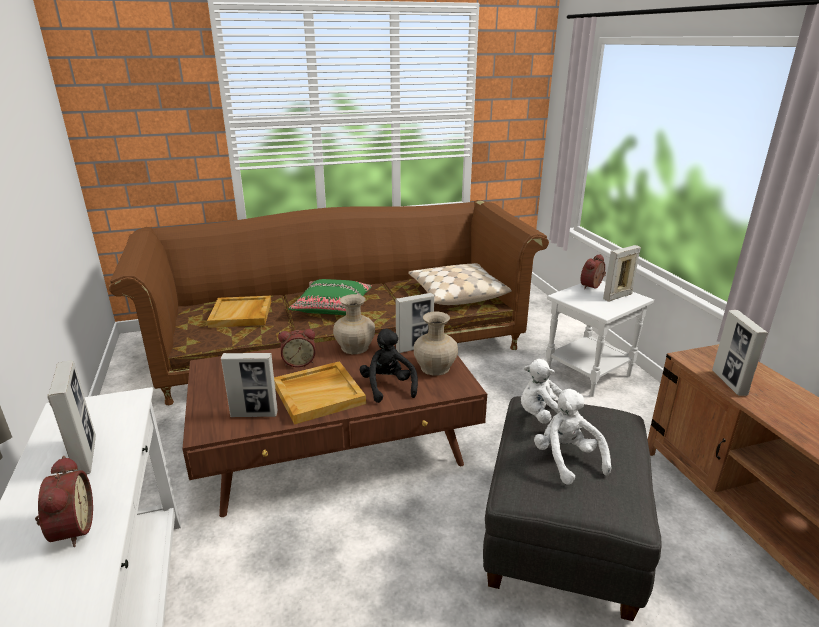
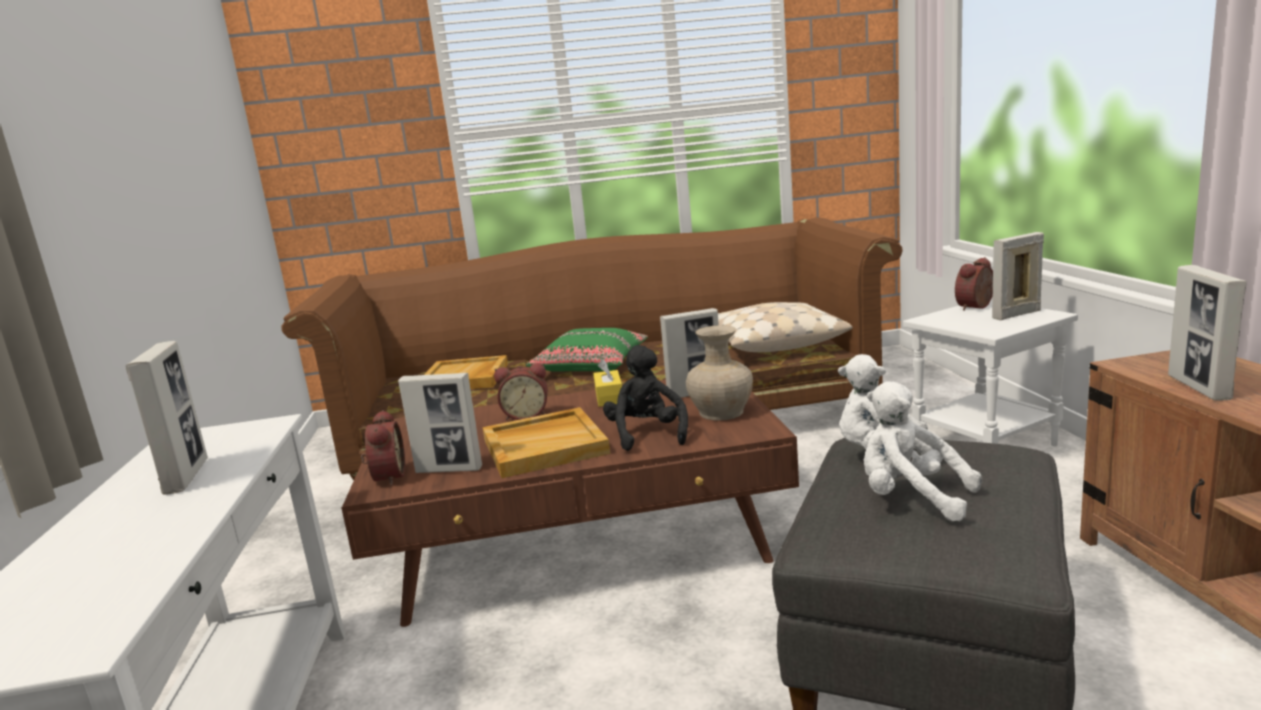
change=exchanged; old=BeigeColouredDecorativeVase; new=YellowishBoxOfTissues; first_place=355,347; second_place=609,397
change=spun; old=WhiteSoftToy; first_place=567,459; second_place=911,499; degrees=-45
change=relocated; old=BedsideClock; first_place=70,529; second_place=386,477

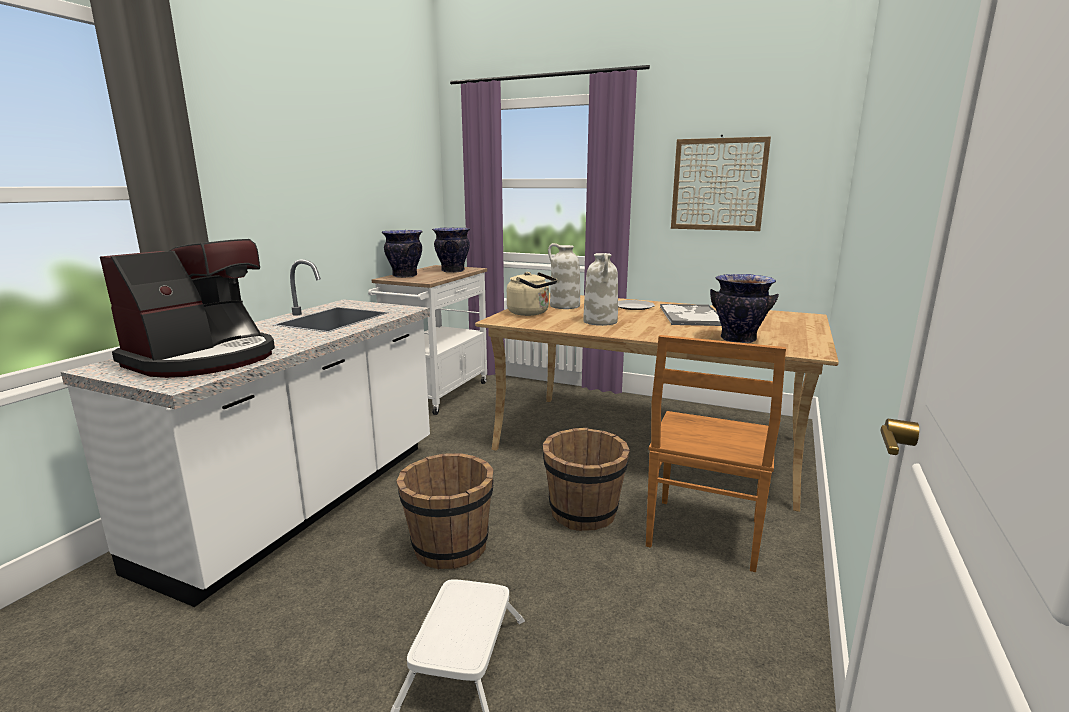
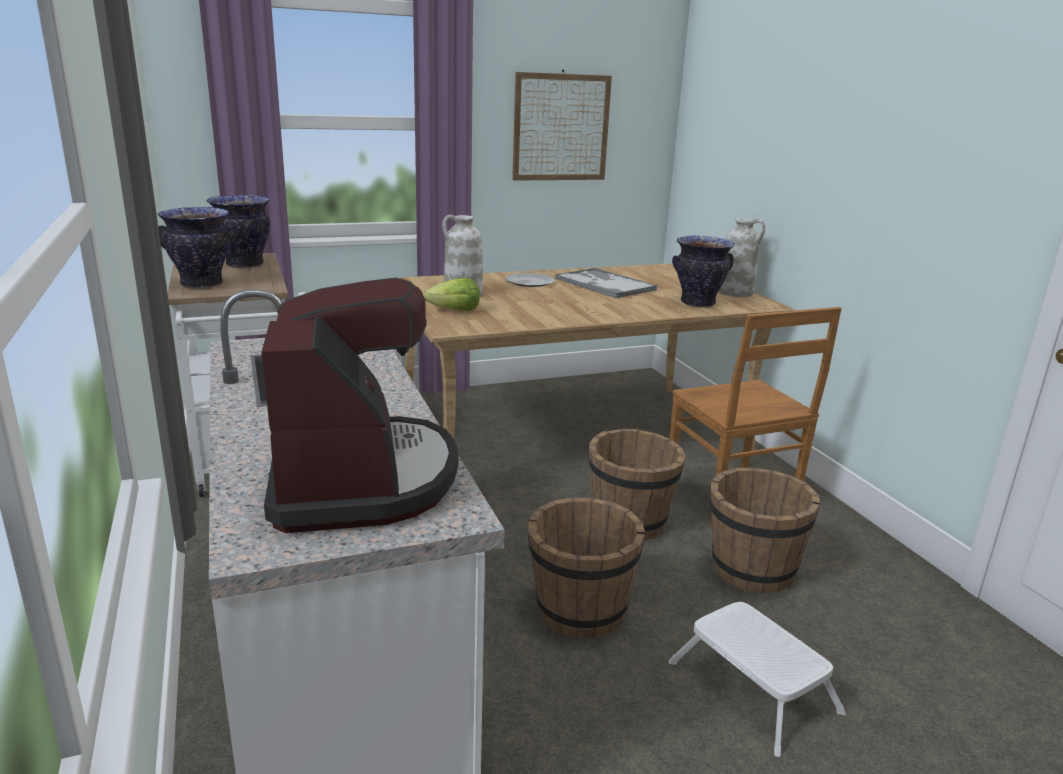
change=relocated; old=WhiteDecorativeVase; first_place=600,322; second_place=736,292
change=exchanged; old=BeigeColouredTeaKettle; new=LettuceHead; first_place=531,313; second_place=455,311
change=appeared; new=BrownColouredPail; second_place=751,570

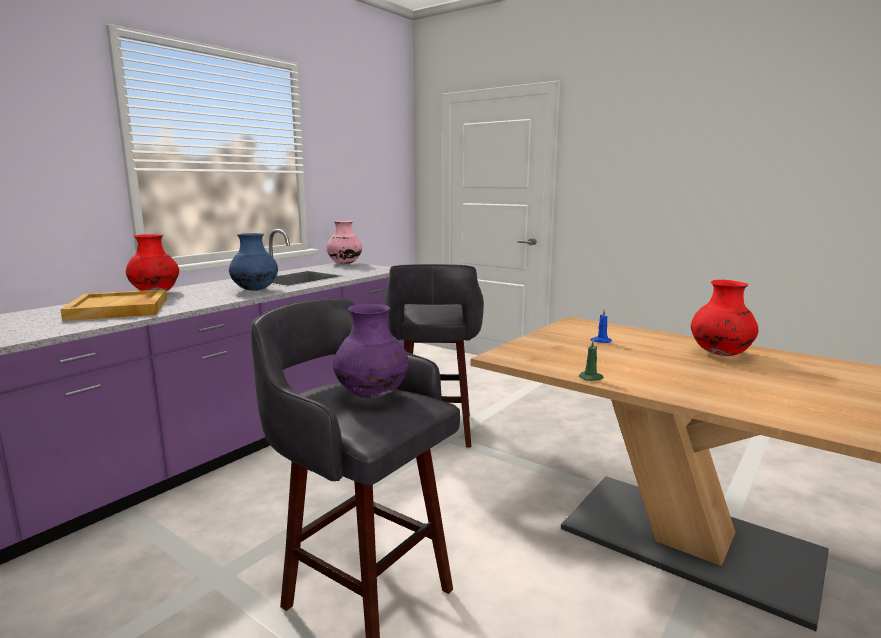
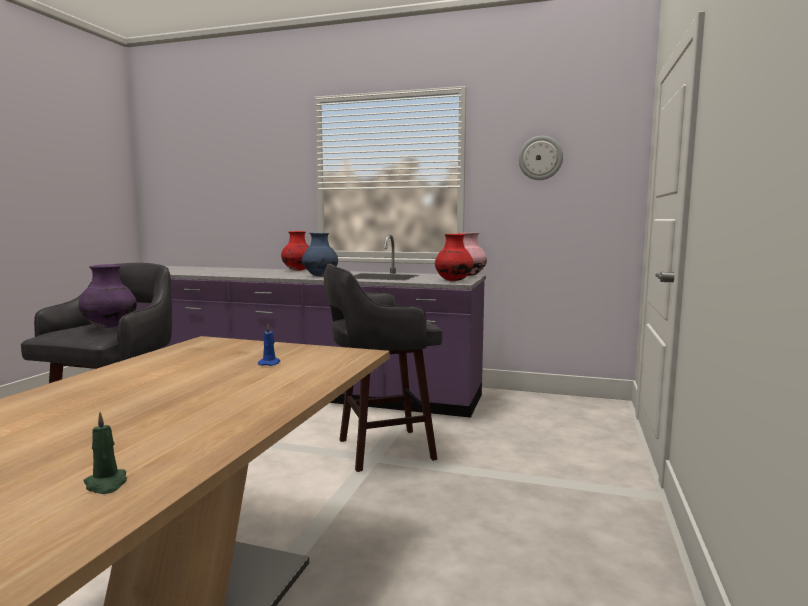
change=relocated; old=ReddishDecorativeVase; first_place=720,354; second_place=453,281
change=missing; old=BeigeColouredServingTray; first_place=119,309
change=relocated; old=GreenColouredWaxCandle; first_place=591,378; second_place=106,484
change=appeared; new=WallClock; second_place=540,158

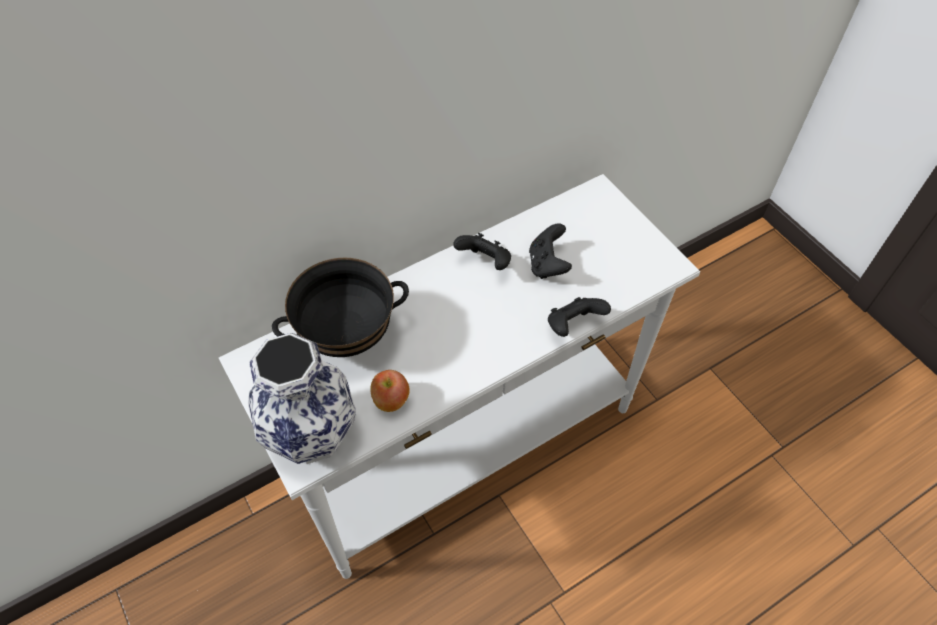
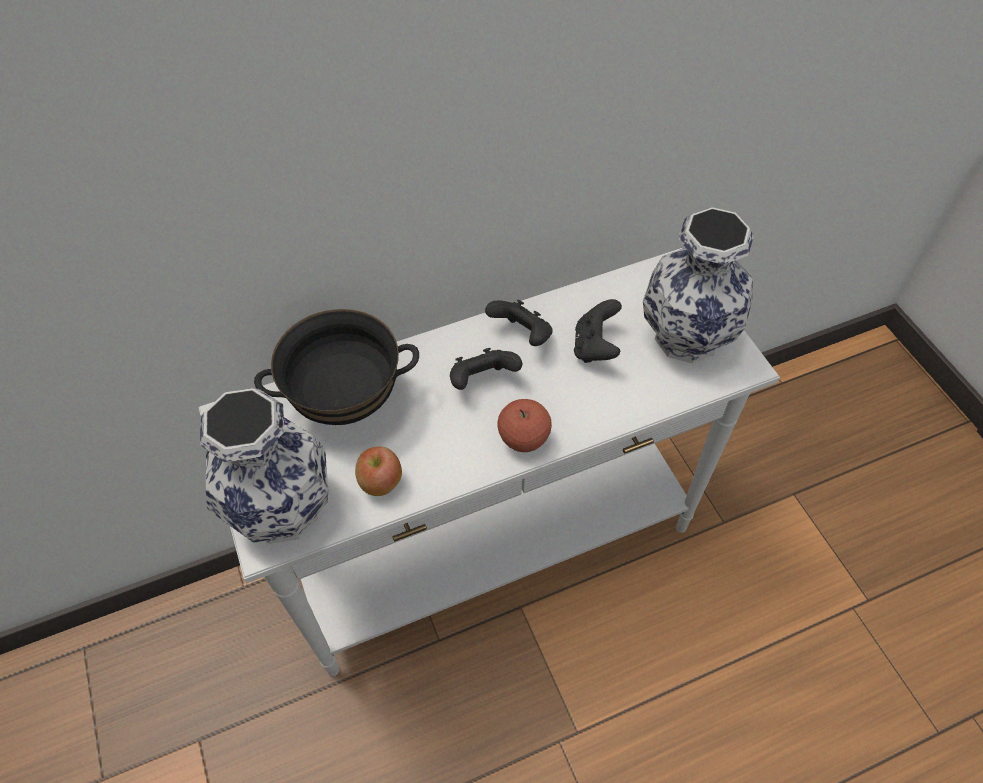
change=relocated; old=BlackishJoypad; first_place=573,326; second_place=482,381
change=appeared; new=DecorativeVase; second_place=688,336
change=appeared; new=AppleFruit; second_place=523,439

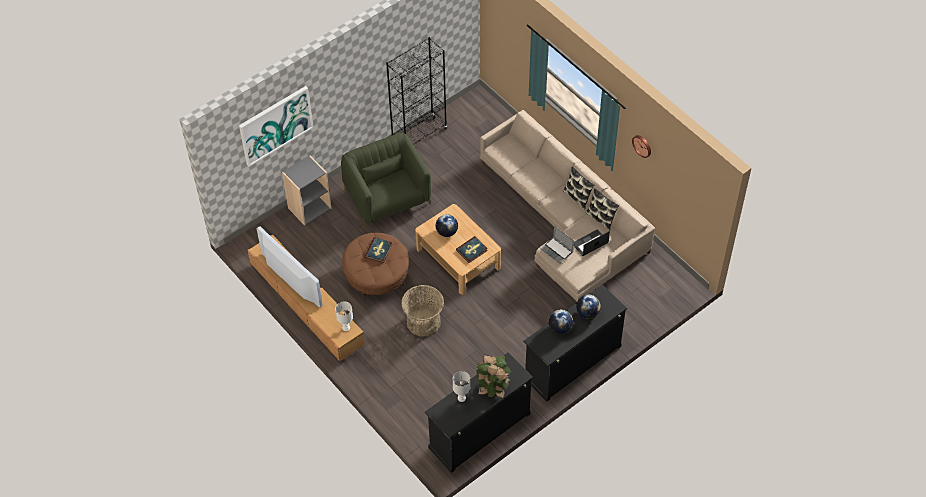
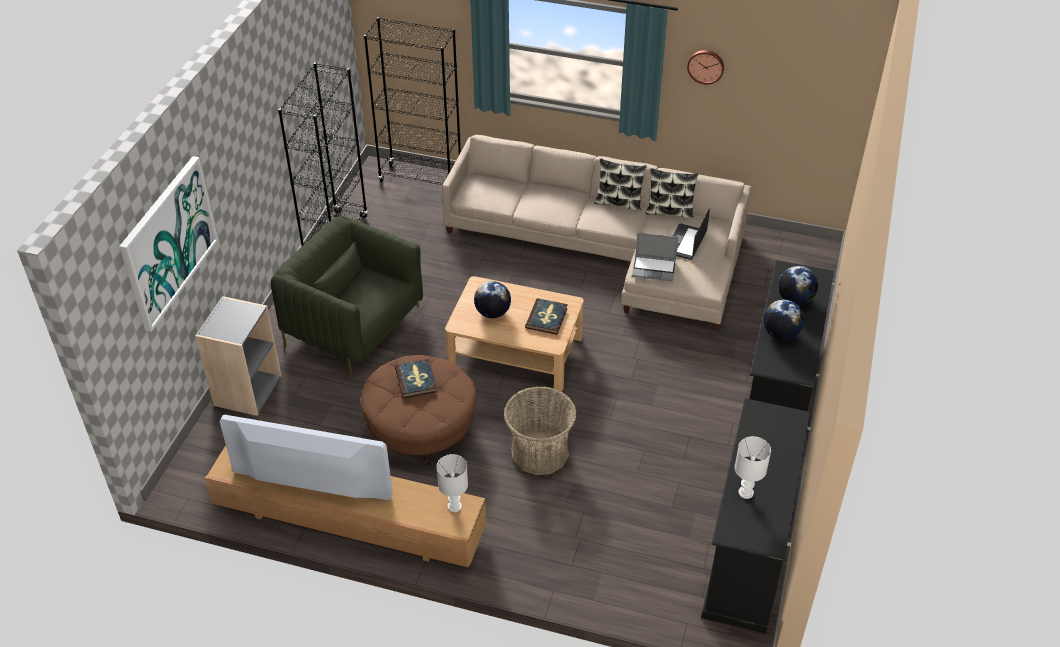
change=missing; old=PottedPlant; first_place=493,388
change=appeared; new=BlackishShelvingUnit; second_place=421,180

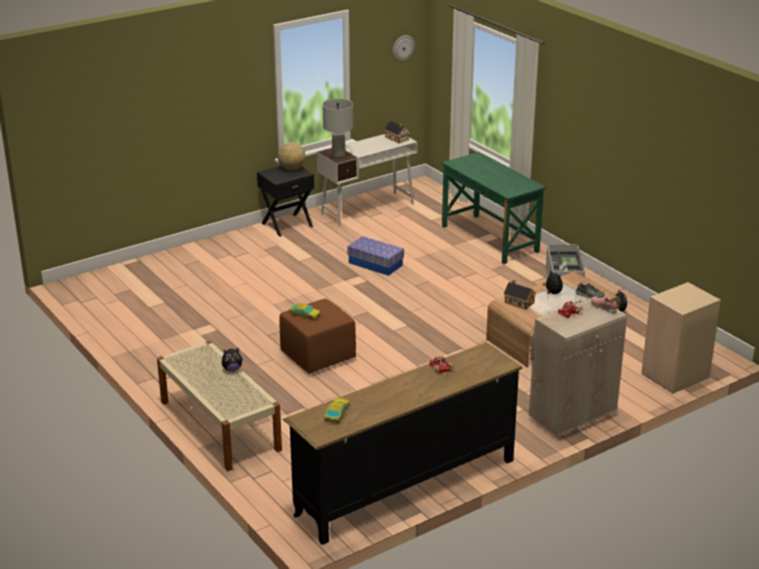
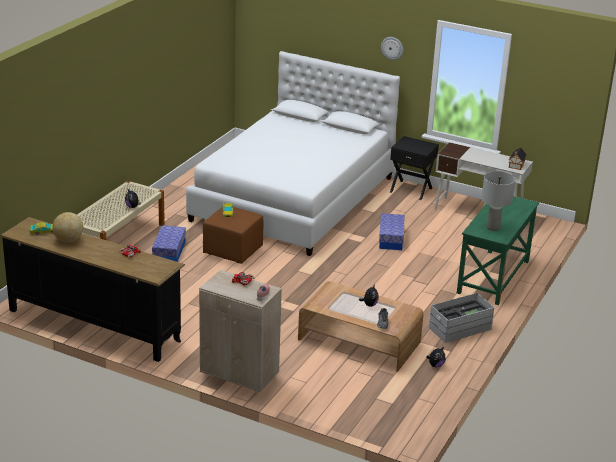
change=relocated; old=WallClock; first_place=403,48; second_place=392,48
change=relocated; old=GreyTabletopLamp; first_place=338,156; second_place=493,228
change=relocated; old=WorldGlobe; first_place=292,168; second_place=68,240
change=missing; old=ModelHouse; first_place=518,302
change=missing; old=BeigeColouredShelvingUnit; first_place=675,376
change=appeared; new=WhiteBed; second_place=294,199
change=appeared; new=StorageBin; second_place=169,252

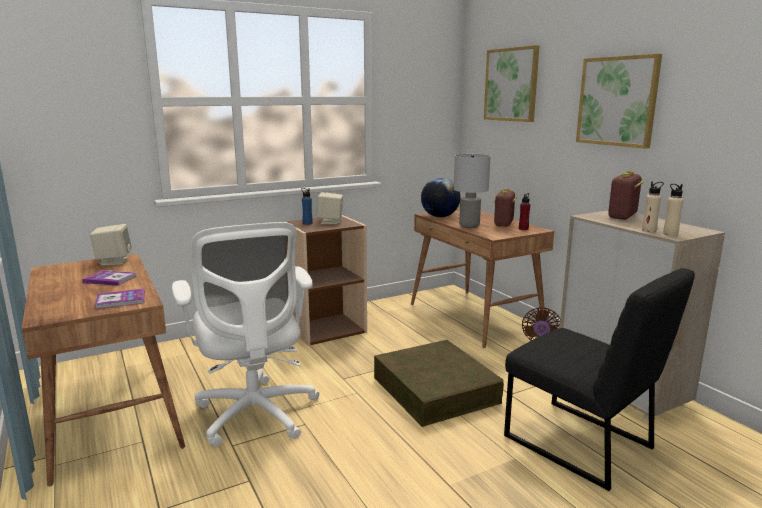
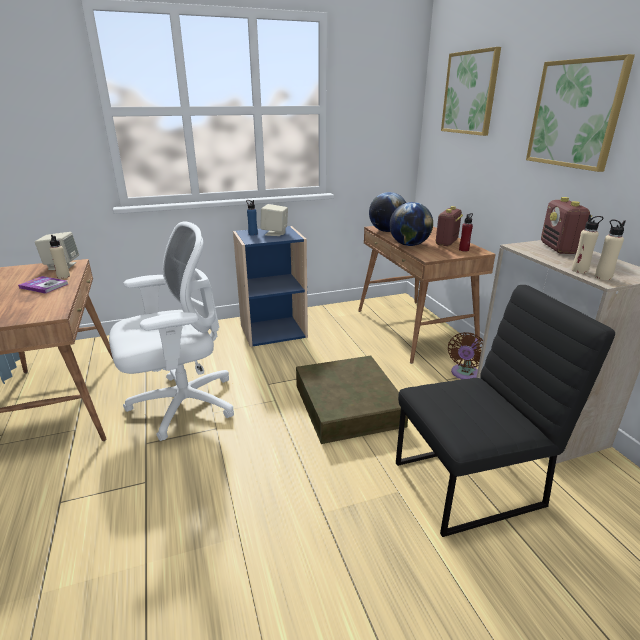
change=exchanged; old=GreyTabletopLamp; new=WorldGlobe; first_place=469,227; second_place=409,245
change=spun; old=Radio; first_place=622,216; second_place=559,249; degrees=-45
change=colour; old=BrownColouredShelvingUnit; new=BlueShelvingUnit; first_place=327,328; second_place=274,330
change=spun; old=WhiteOfficeChair; first_place=253,409; second_place=178,407; degrees=-105
change=spun; old=BlackishChair; first_place=581,444; second_place=472,483; degrees=-75
change=missing; old=Book; first_place=120,300
change=appeared; new=BeigeColouredDrinkBottle; second_place=63,276

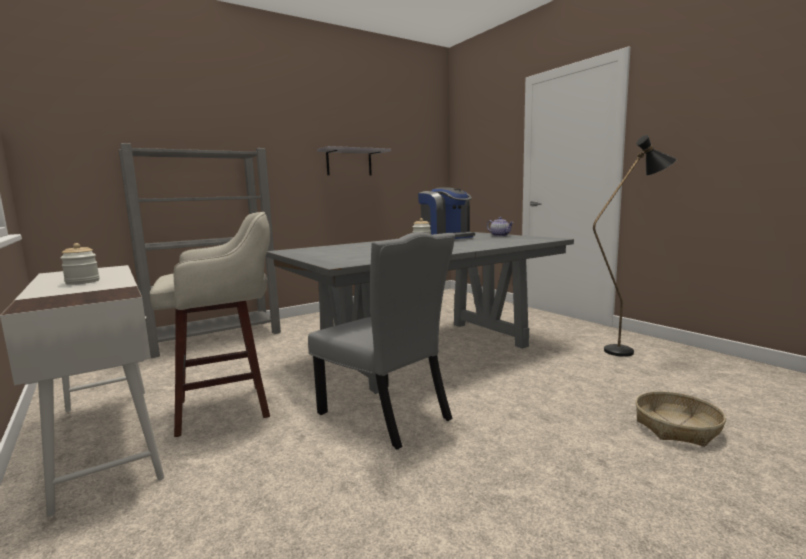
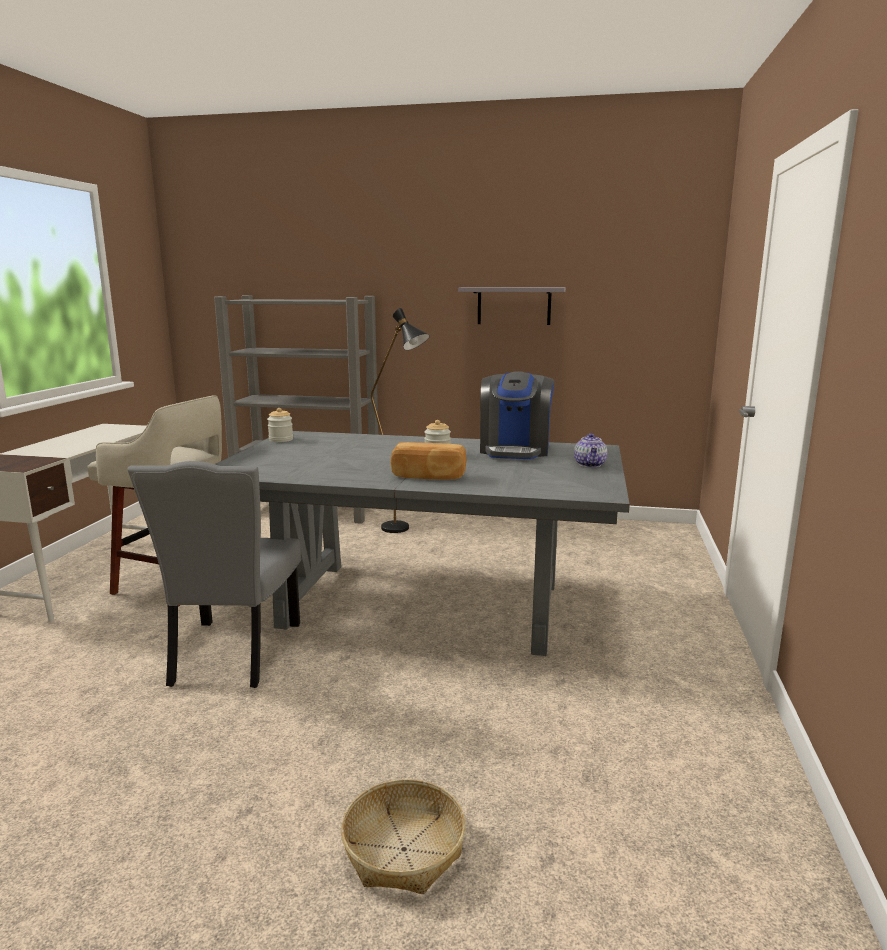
change=relocated; old=BlackishStandingLamp; first_place=628,351; second_place=403,530
change=relocated; old=PreserveJar; first_place=82,282; second_place=281,439
change=appeared; new=BakedBread; second_place=428,476

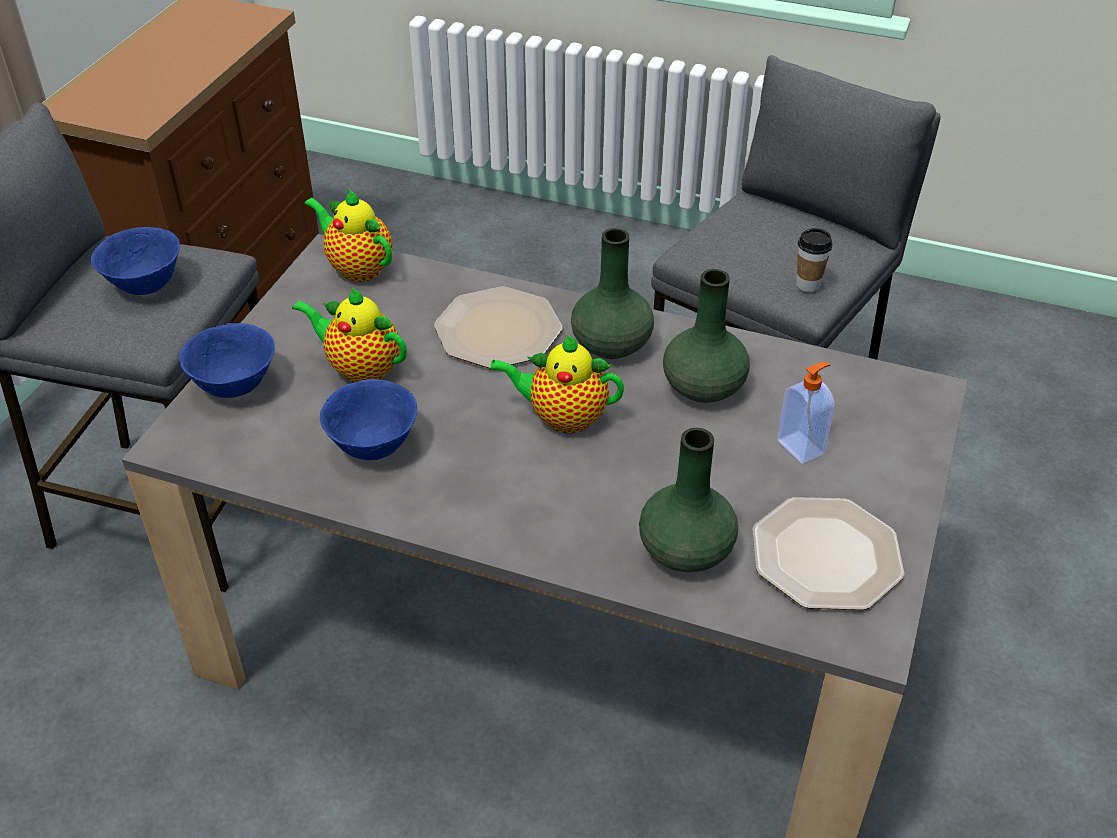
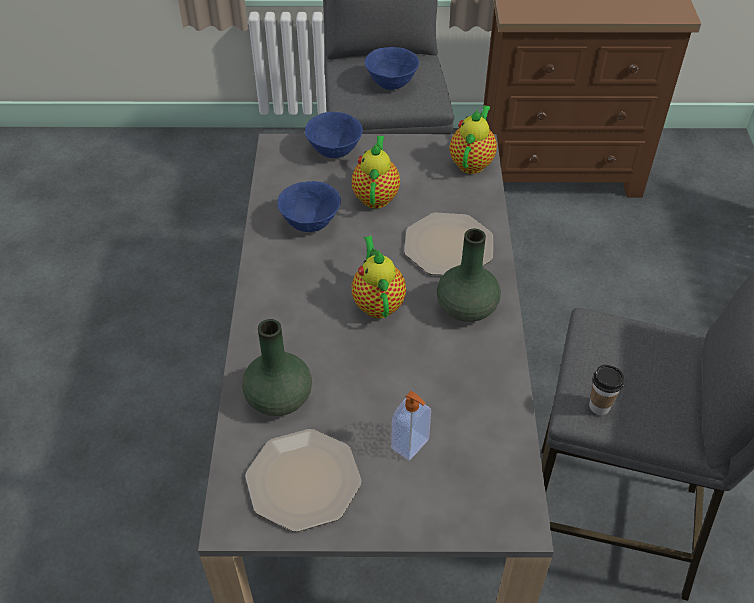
change=missing; old=GreenColouredDecorativeVase; first_place=703,388

